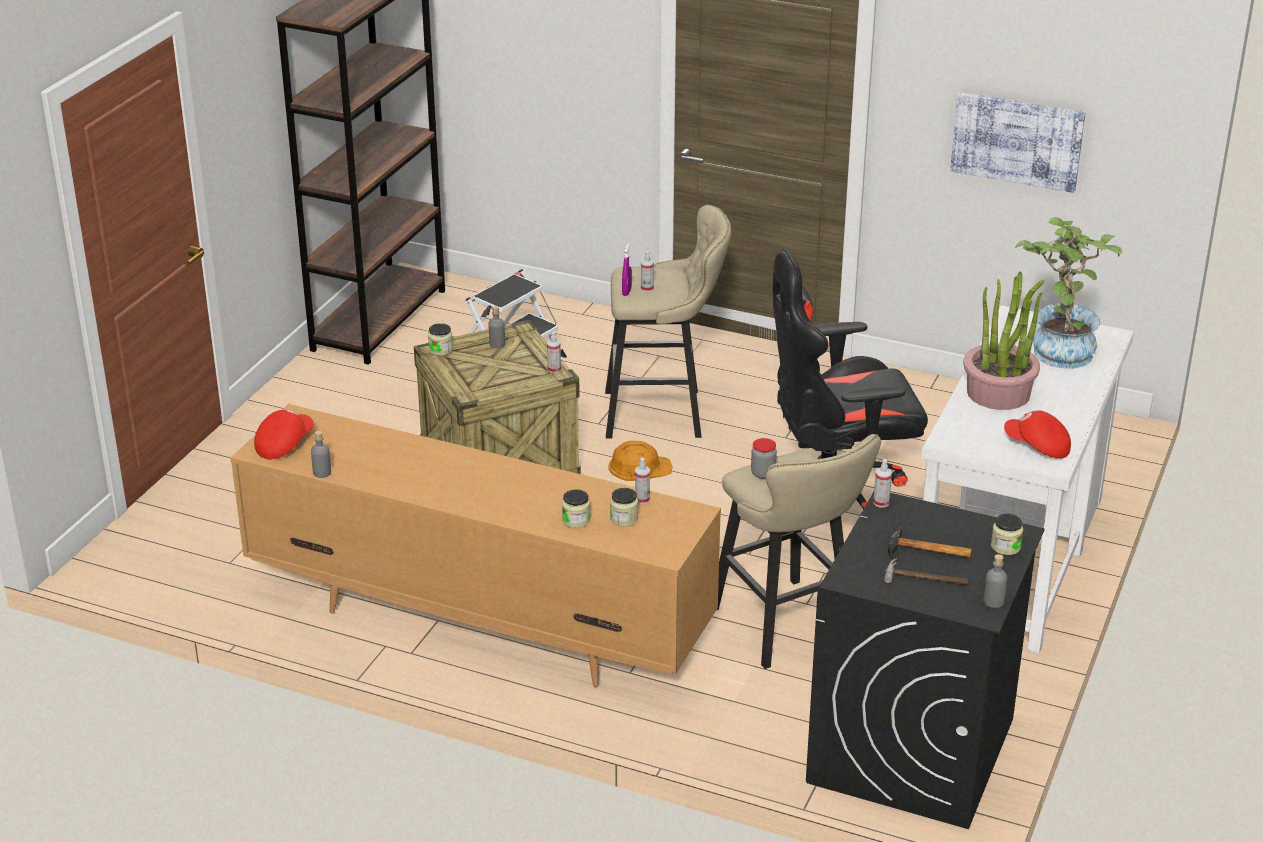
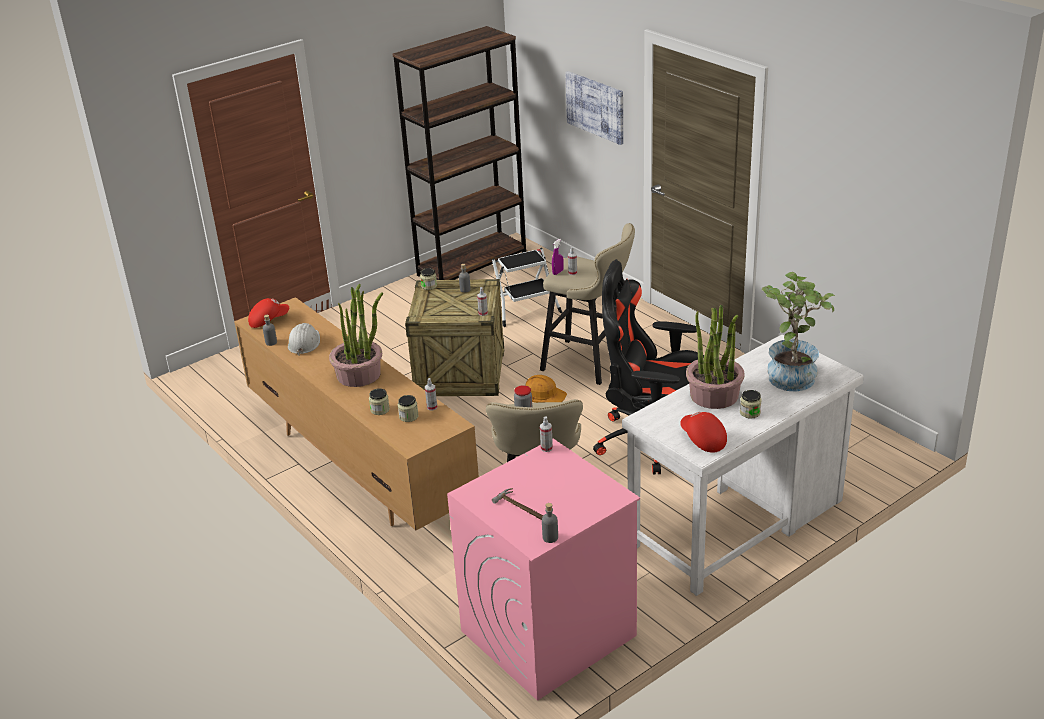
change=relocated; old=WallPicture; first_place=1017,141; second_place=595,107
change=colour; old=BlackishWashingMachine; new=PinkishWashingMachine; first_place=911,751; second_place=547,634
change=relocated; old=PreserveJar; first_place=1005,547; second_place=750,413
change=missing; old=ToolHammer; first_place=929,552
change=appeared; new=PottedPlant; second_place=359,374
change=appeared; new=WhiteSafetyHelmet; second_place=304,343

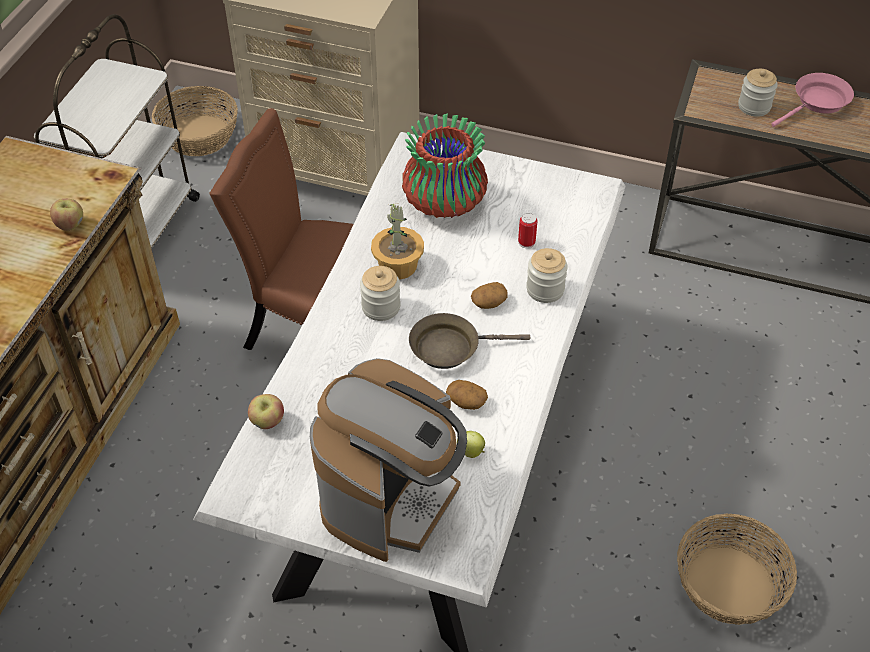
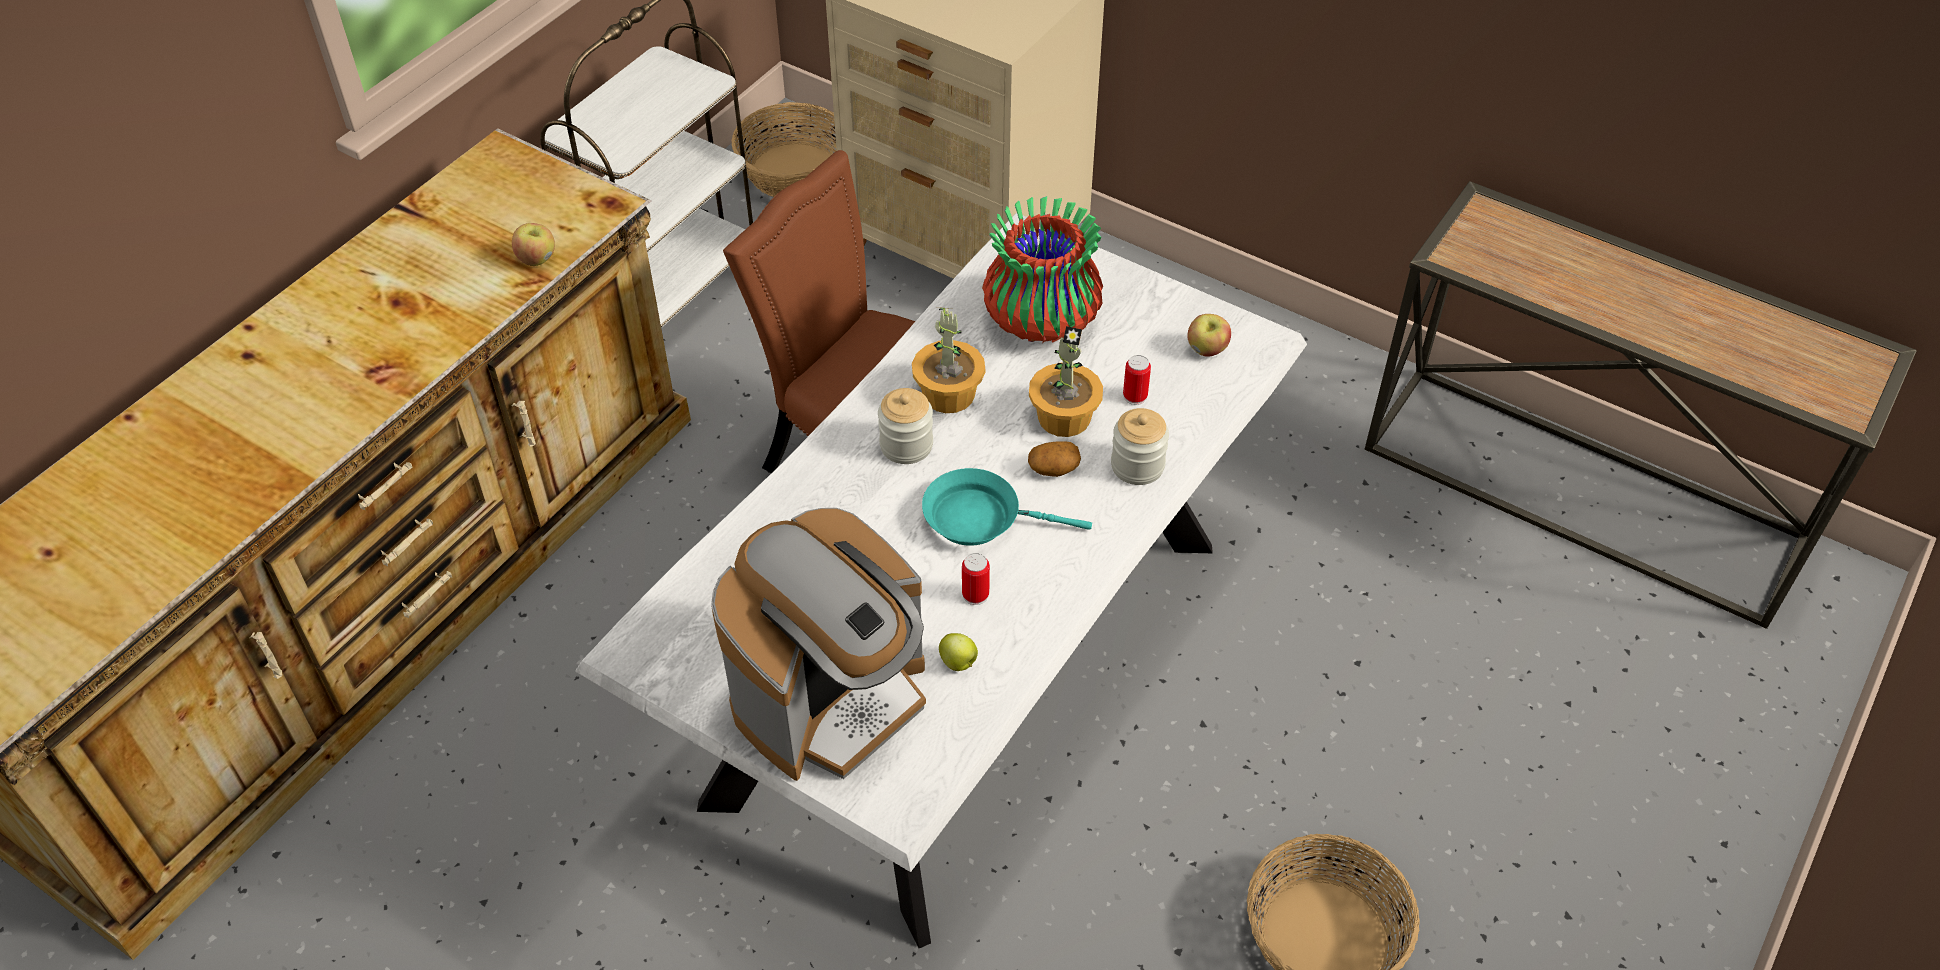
change=missing; old=PreserveJar; first_place=754,106
change=missing; old=PinkishFryingPan; first_place=817,102
change=colour; old=BrownColouredFryingPan; new=BlueGreenFryingPan; first_place=450,347; second_place=980,518
change=exchanged; old=Potato; new=MetalCan; first_place=466,401; second_place=975,594
change=relocated; old=AppleFruit; first_place=267,422; second_place=1207,350
change=appeared; new=PottedPlant; second_place=1064,416

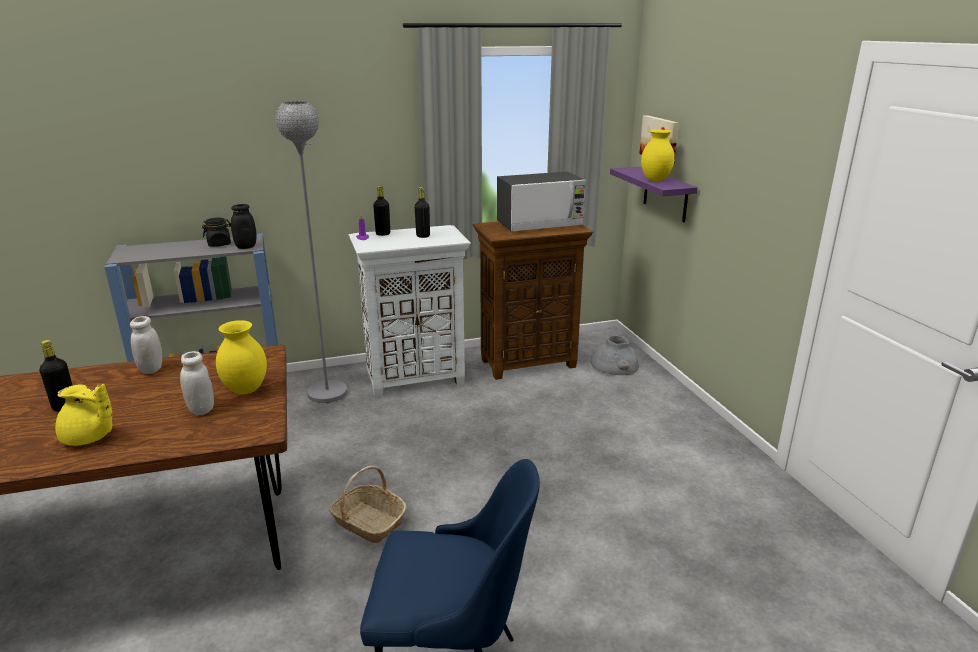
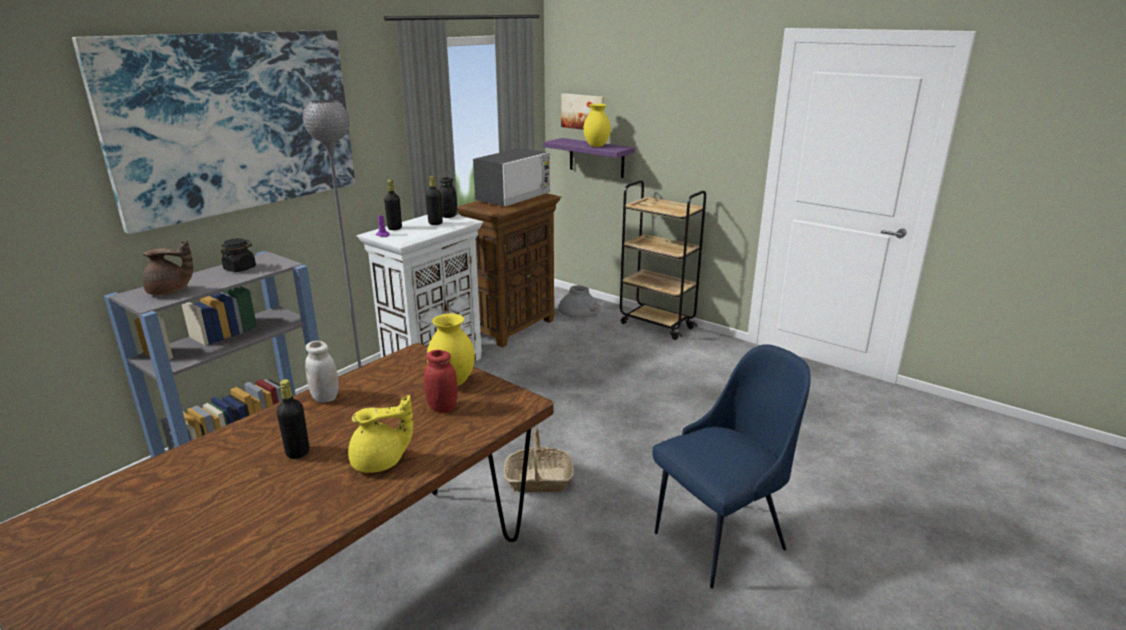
change=relocated; old=BlackishPreserveJar; first_place=246,247; second_place=448,216
change=colour; old=WhitePreserveJar; new=ReddishPreserveJar; first_place=201,409; second_place=442,407
change=appeared; new=WallPicture; second_place=236,123
change=appeared; new=BrownColouredCart; second_place=658,326
change=appeared; new=BrownColouredTeapot; second_place=170,292

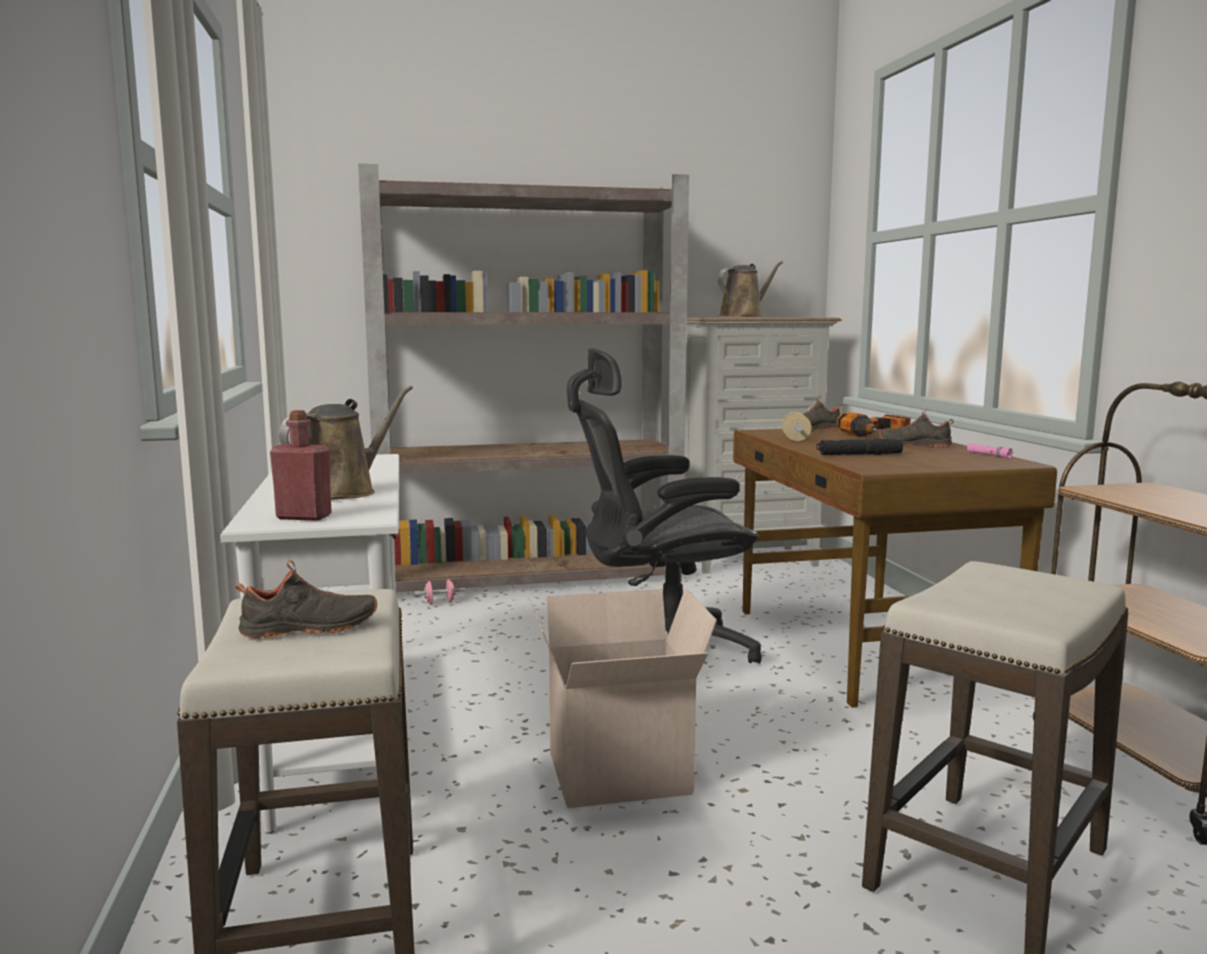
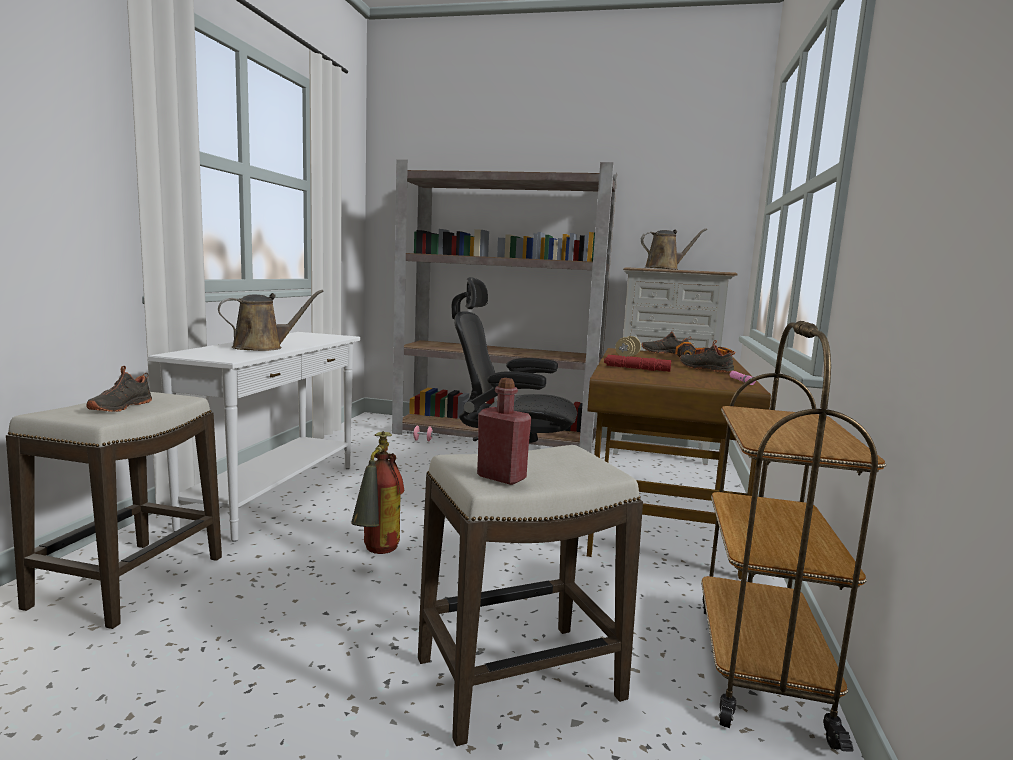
change=relocated; old=ReddishDrinkBottle; first_place=304,517; second_place=501,477
change=colour; old=BlackishFlashlight; new=ReddishFlashlight; first_place=859,454; second_place=636,369
change=spun; old=BlackishLowShoe; first_place=310,629; second_place=119,407; degrees=90
change=exchanged; old=Carton; new=FireExtinguisher; first_place=617,776; second_place=376,554

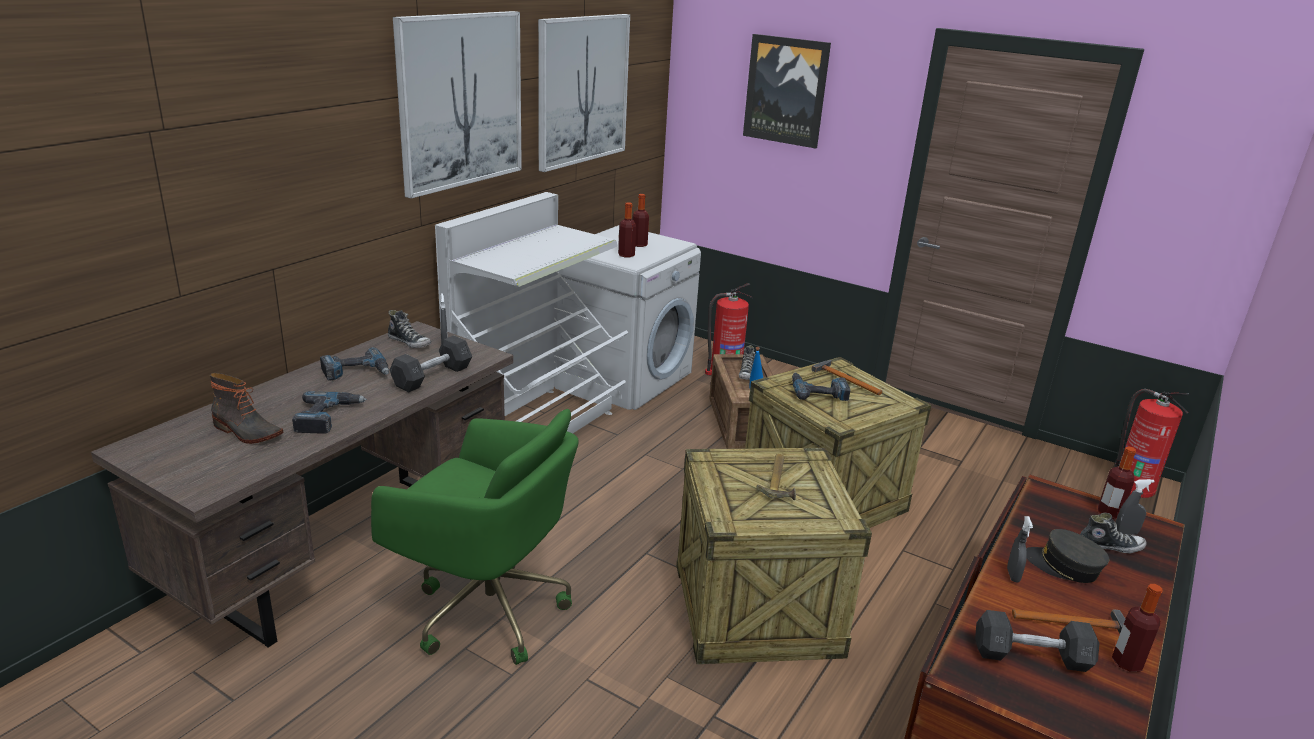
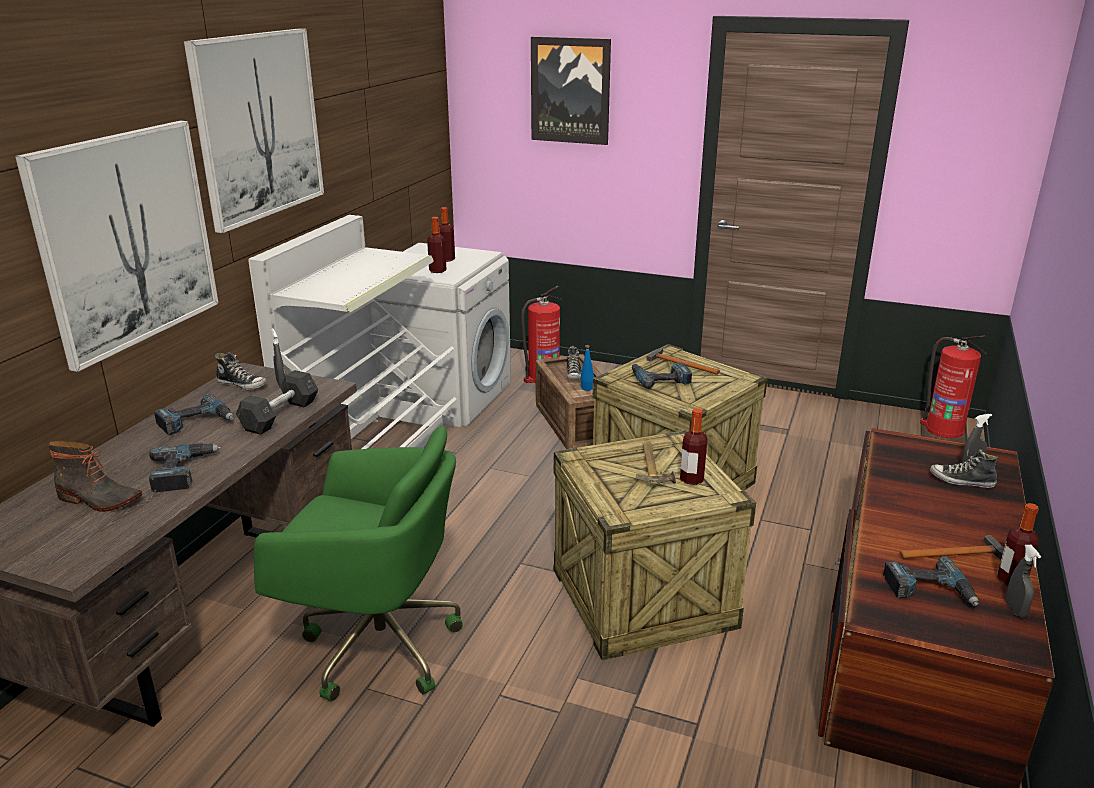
change=relocated; old=WallPicture; first_place=582,90; second_place=127,239
change=relocated; old=DrinkBottle; first_place=1109,513; second_place=691,479
change=spun; old=LowShoe; first_place=1109,546; second_place=961,481; degrees=-150
change=relocated; old=GreySprayBottle; first_place=1013,575; second_place=1015,610
change=missing; old=GreyCap; first_place=1063,566
change=exchanged; old=GreyHandWeight; new=ElectricDrill; first_place=1031,656; second_place=929,590

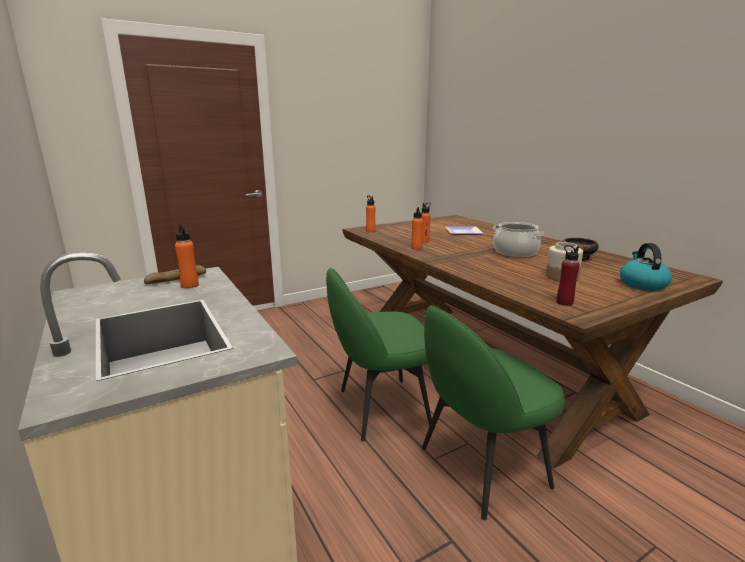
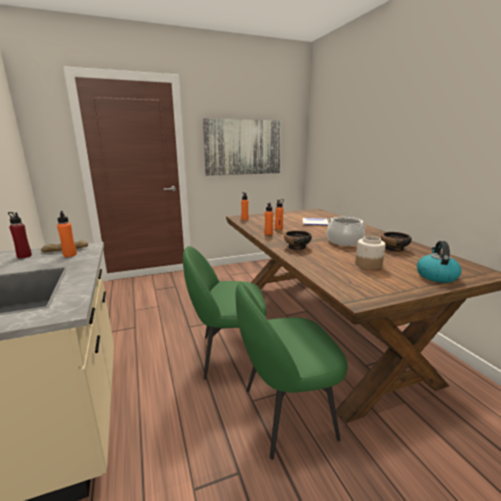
change=relocated; old=ReddishDrinkBottle; first_place=564,302; second_place=24,256
change=appeared; new=WallPicture; second_place=243,147
change=appeared; new=Bowl; second_place=297,247

